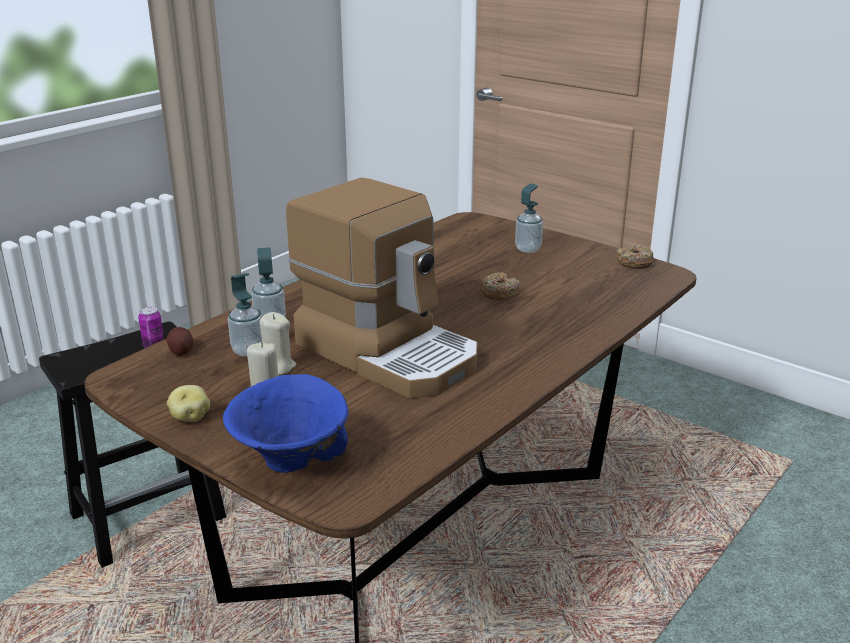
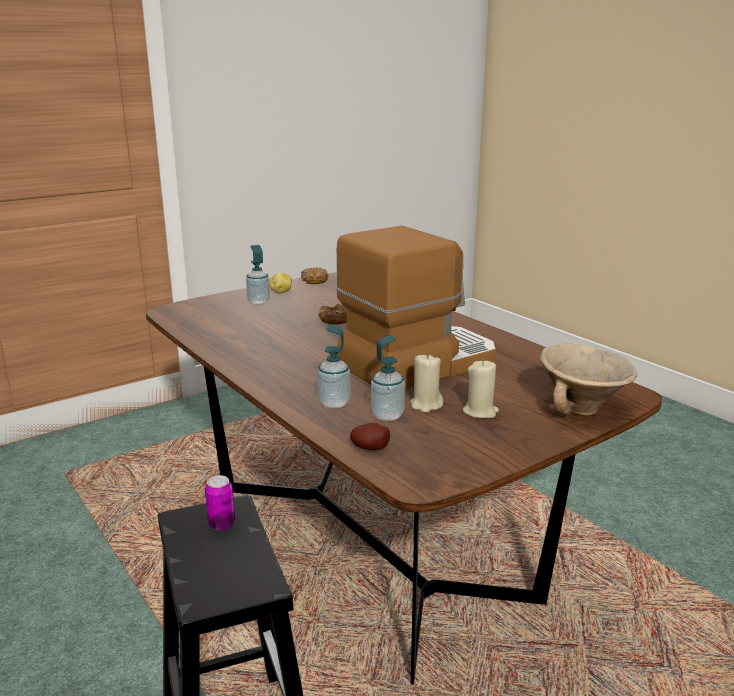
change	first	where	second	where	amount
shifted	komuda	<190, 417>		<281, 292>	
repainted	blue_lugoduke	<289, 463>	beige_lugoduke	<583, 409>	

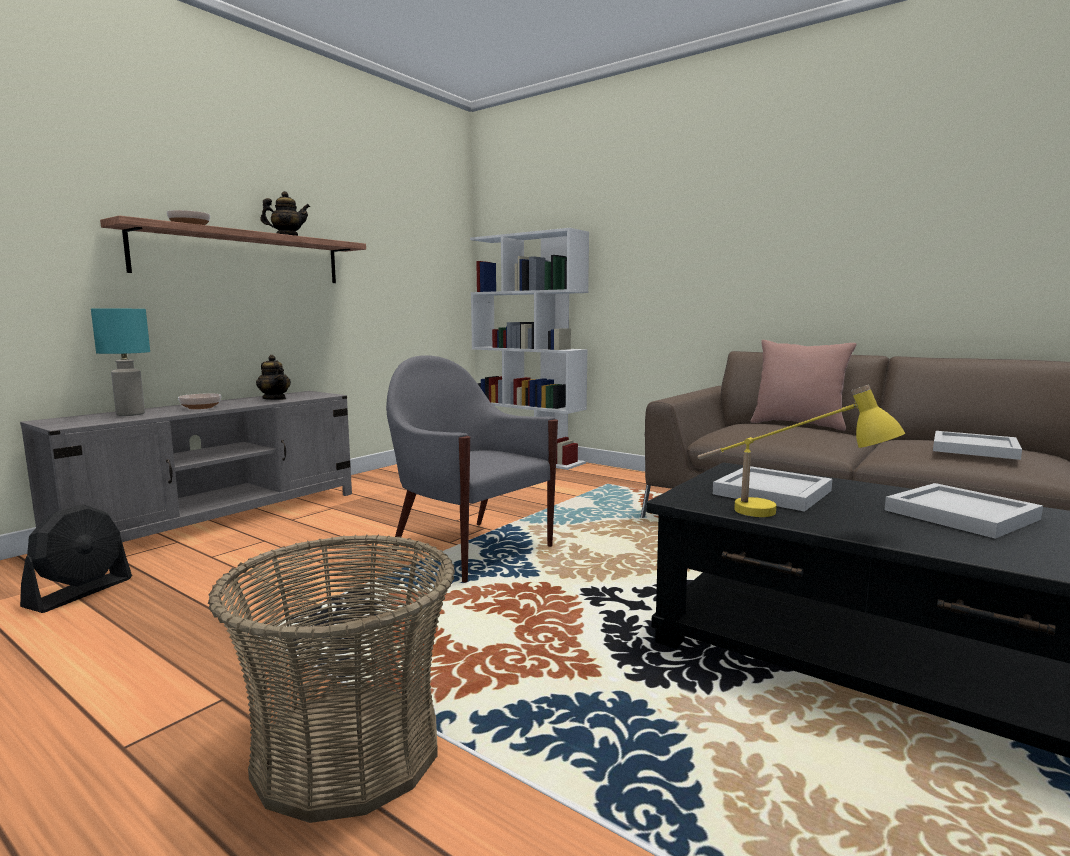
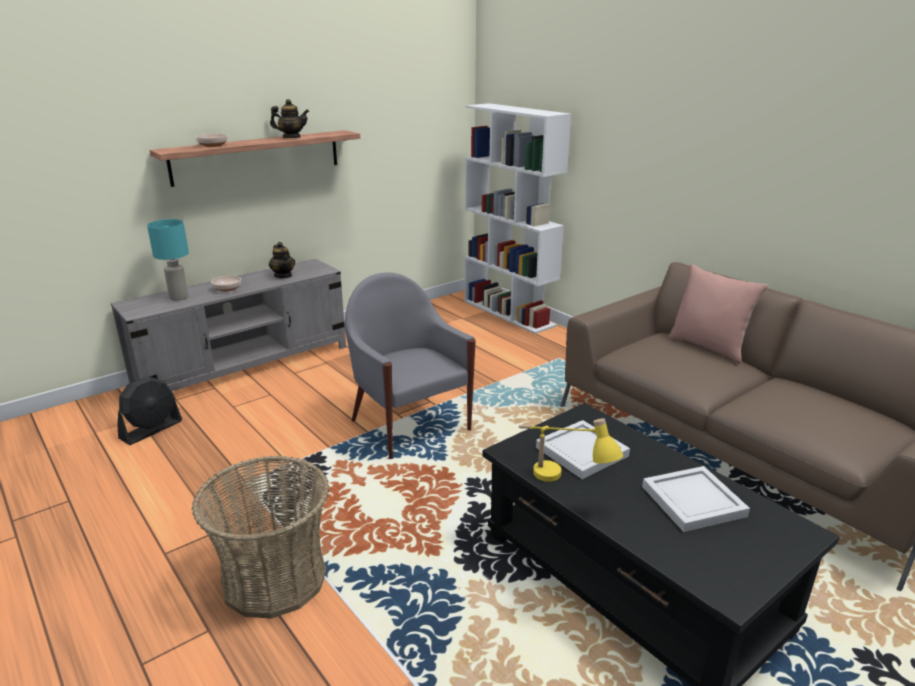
change	first	where	second	where	amount
gone	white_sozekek	<975, 449>			

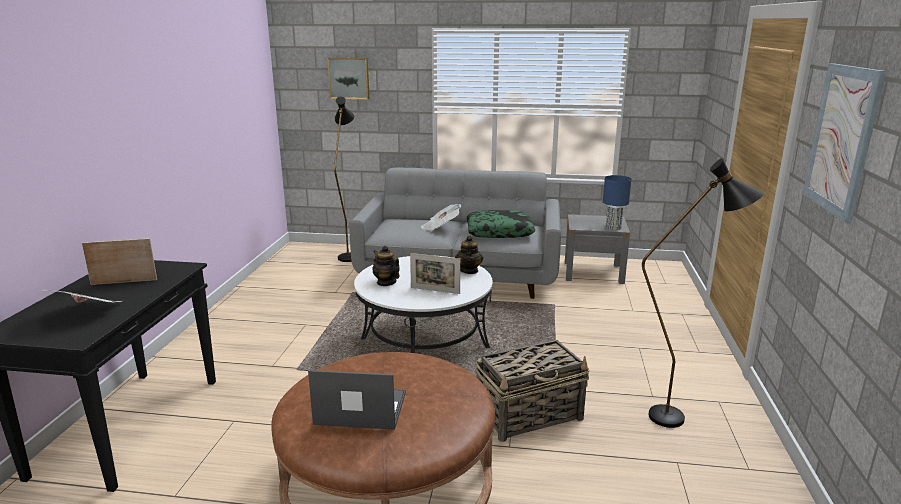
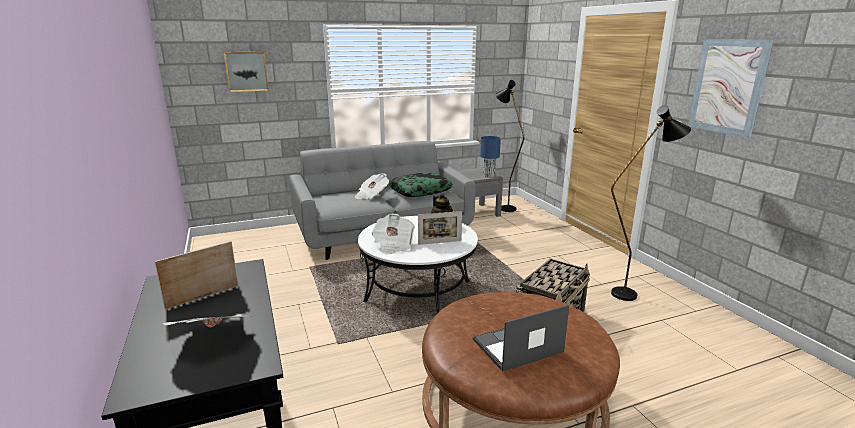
change	first	where	second	where	amount
swapped	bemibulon	<386, 282>	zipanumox	<393, 245>	
shifted	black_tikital	<349, 255>		<504, 207>	

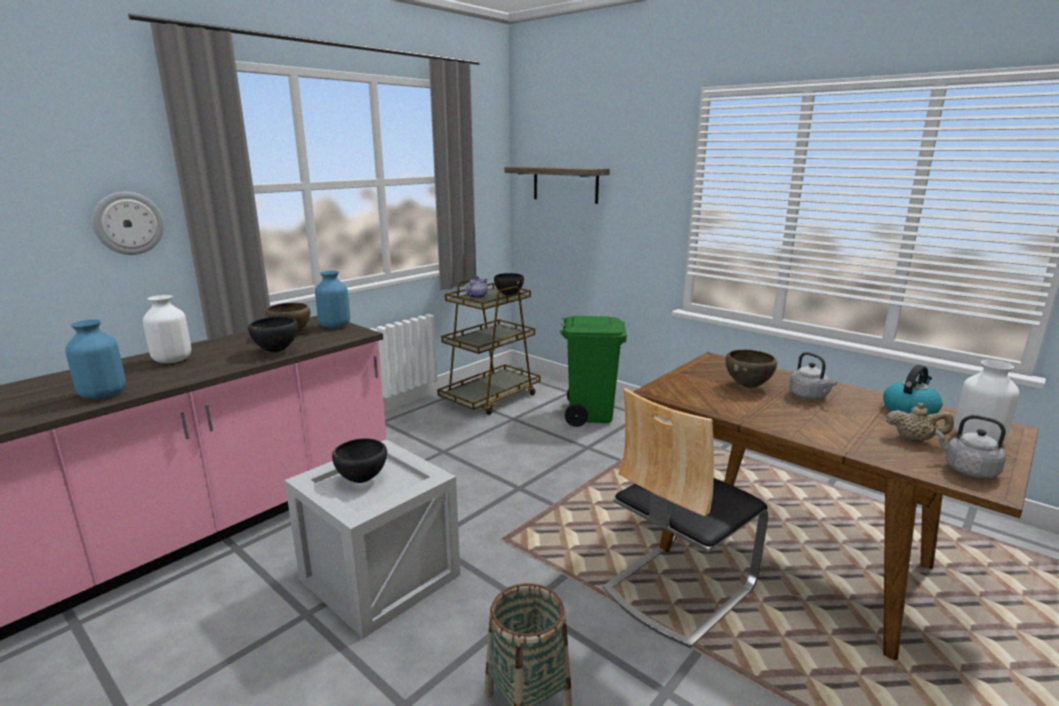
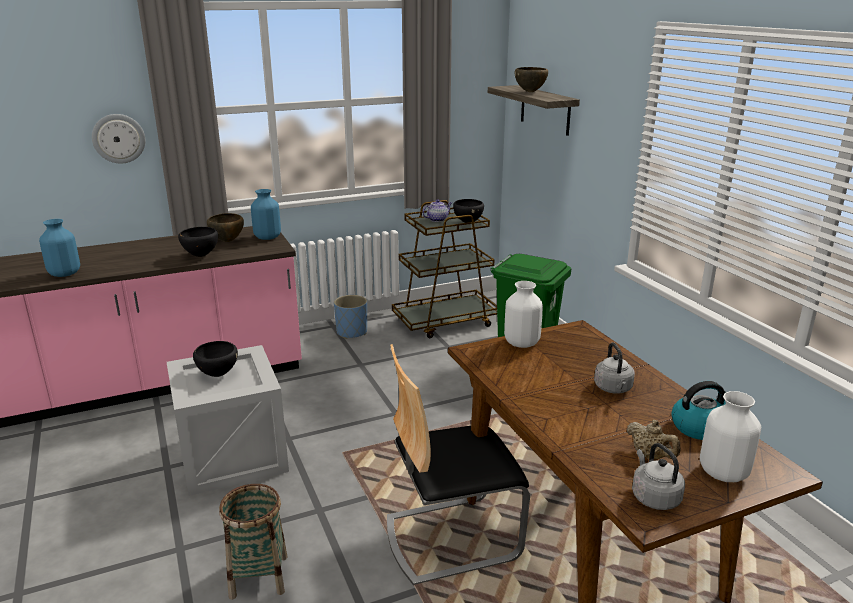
change	first	where	second	where	amount
new			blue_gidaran	<352, 332>	
shifted	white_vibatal	<172, 360>		<521, 343>	
shifted	brown_lugoduke	<748, 386>		<530, 92>	

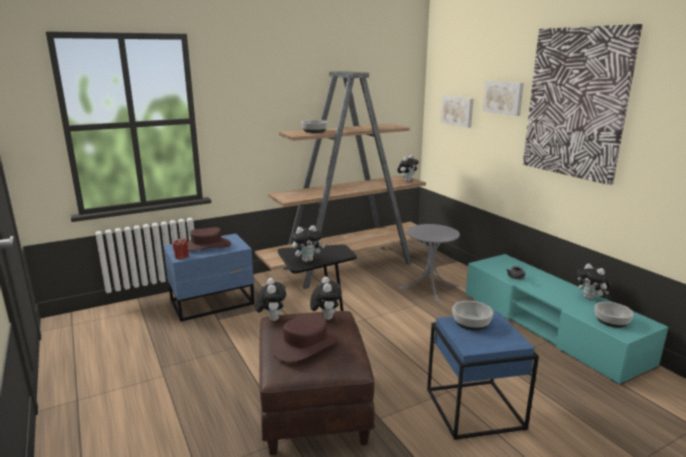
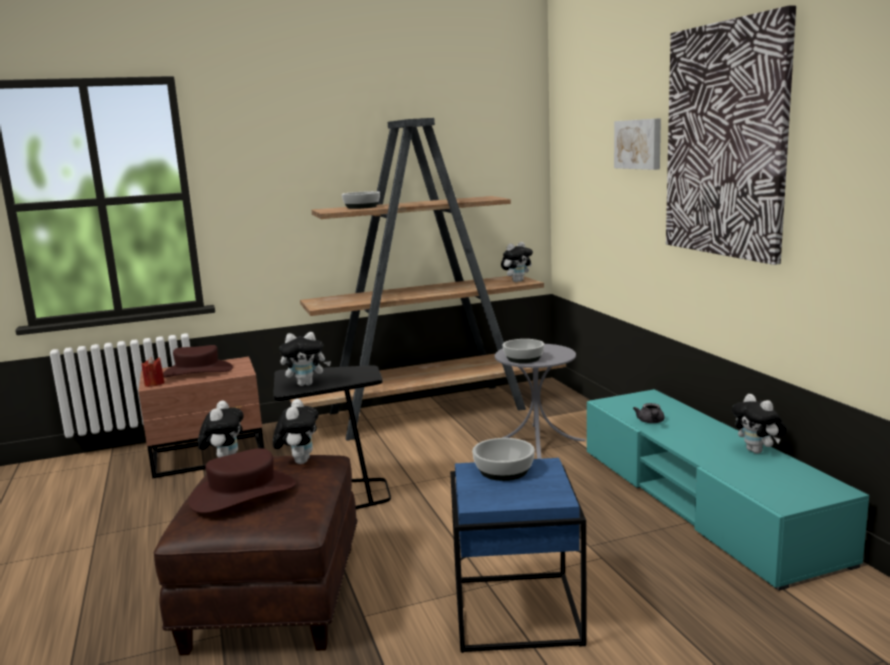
change	first	where	second	where	amount
repainted	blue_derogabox	<213, 303>	brown_derogabox	<210, 456>	
shifted	lugoduke	<611, 320>		<523, 358>	
gone	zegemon	<458, 111>			

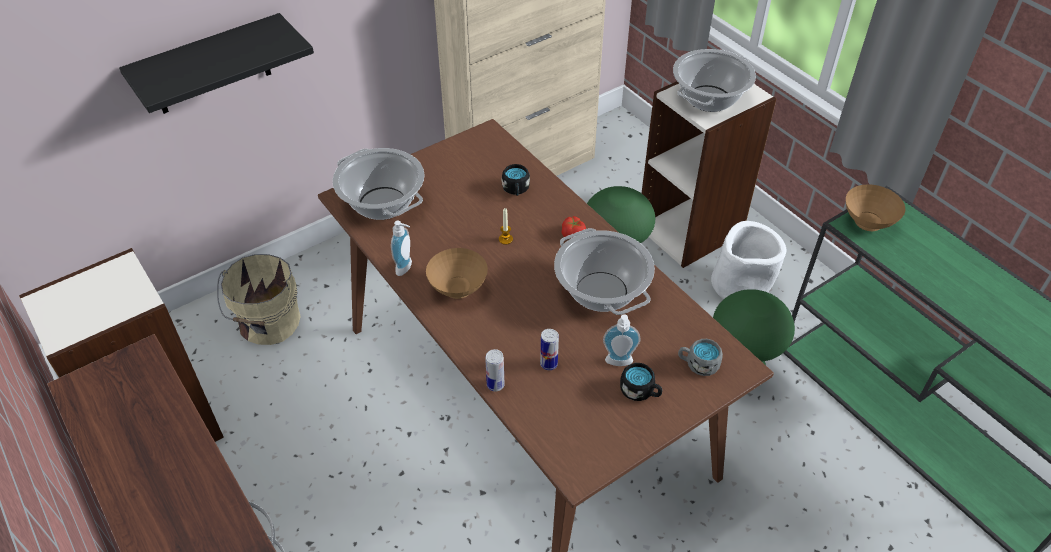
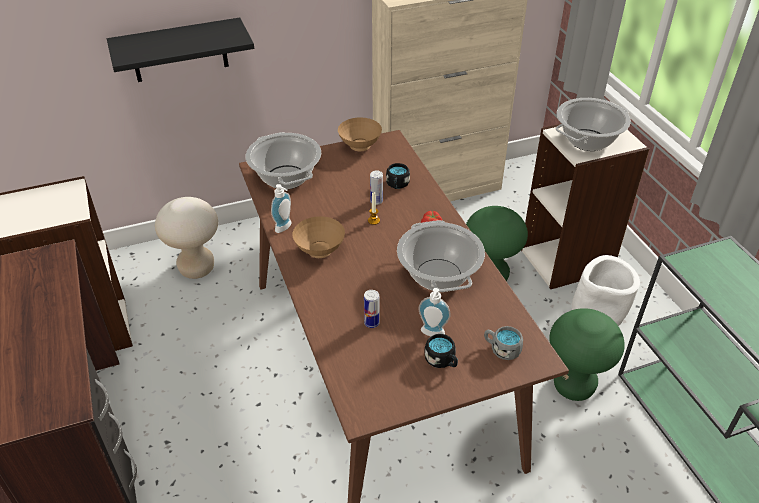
change	first	where	second	where	amount
swapped	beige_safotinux	<268, 323>	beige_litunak	<197, 268>	
shifted	brown_lugoduke	<867, 223>		<360, 146>	
shifted	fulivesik	<495, 385>		<376, 201>	

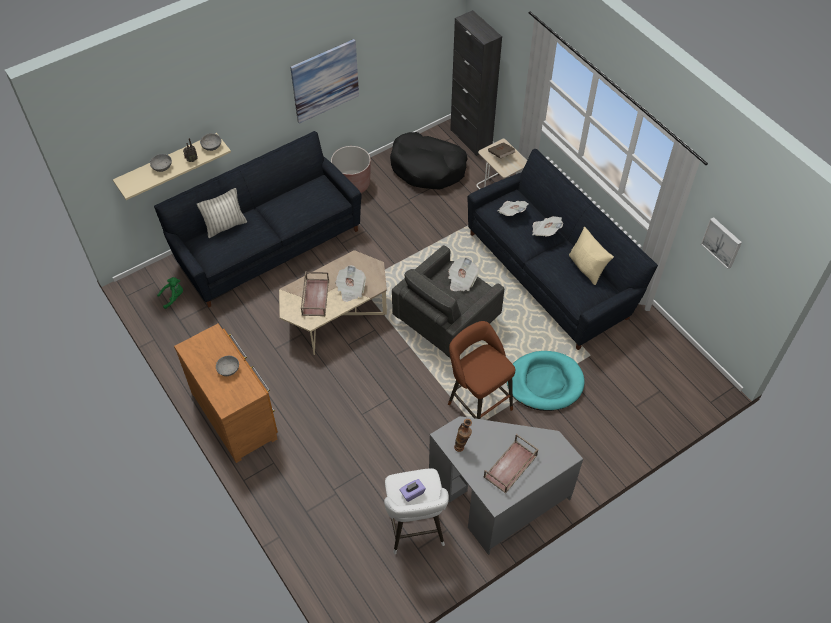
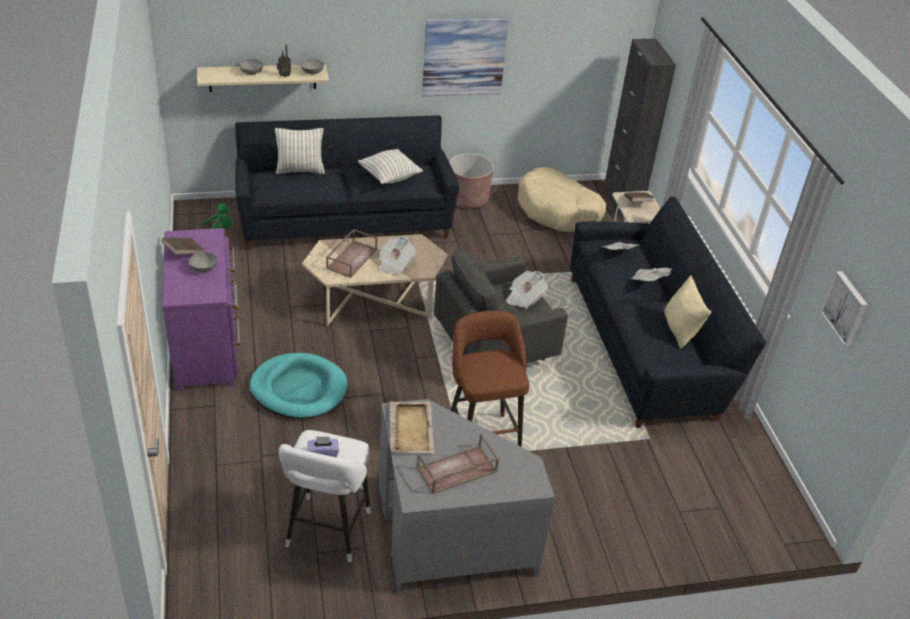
change	first	where	second	where	amount
repainted	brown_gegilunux	<236, 413>	purple_gegilunux	<207, 347>	
new			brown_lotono	<183, 253>	
shifted	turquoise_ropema	<544, 382>		<299, 389>	
new			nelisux	<389, 177>	
swapped	vibatal	<462, 446>	beige_sozekek	<411, 428>	
repainted	black_ropema	<428, 168>	beige_ropema	<558, 211>	

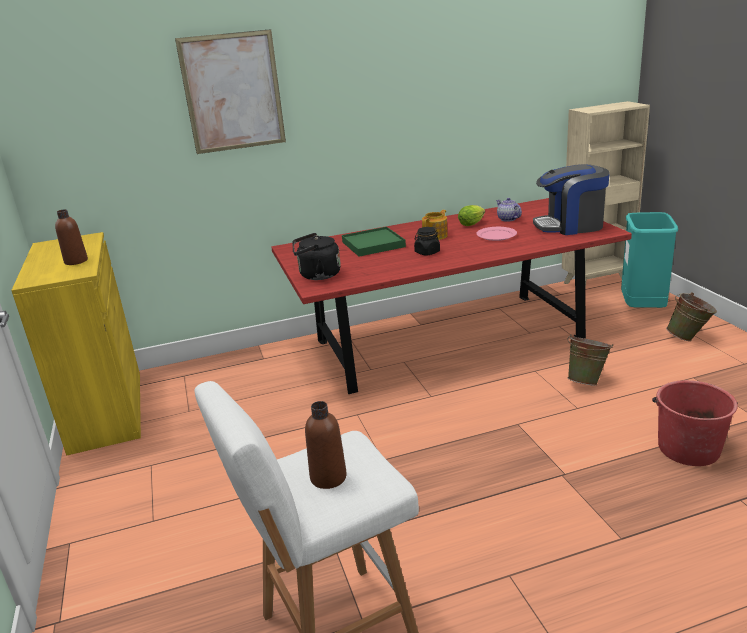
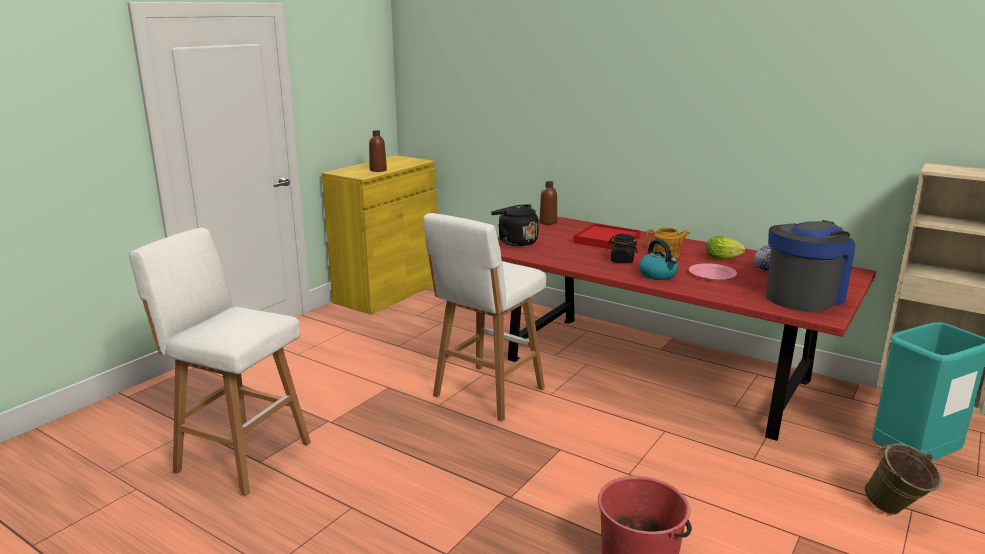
change	first	where	second	where	amount
new			white_litunak	<486, 394>	
shifted	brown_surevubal	<328, 477>		<548, 222>	
repainted	green_sozekek	<373, 244>	red_sozekek	<607, 240>	
new			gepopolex	<658, 275>	
rotated	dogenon	<570, 226>		<804, 297>	90 degrees clockwise
gone	zegemon	<233, 92>			
gone	green_safotinux	<586, 381>			

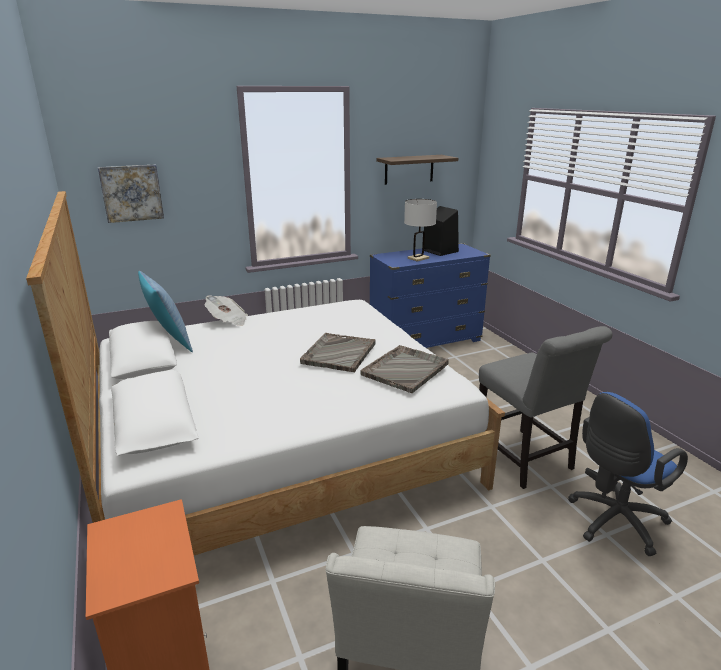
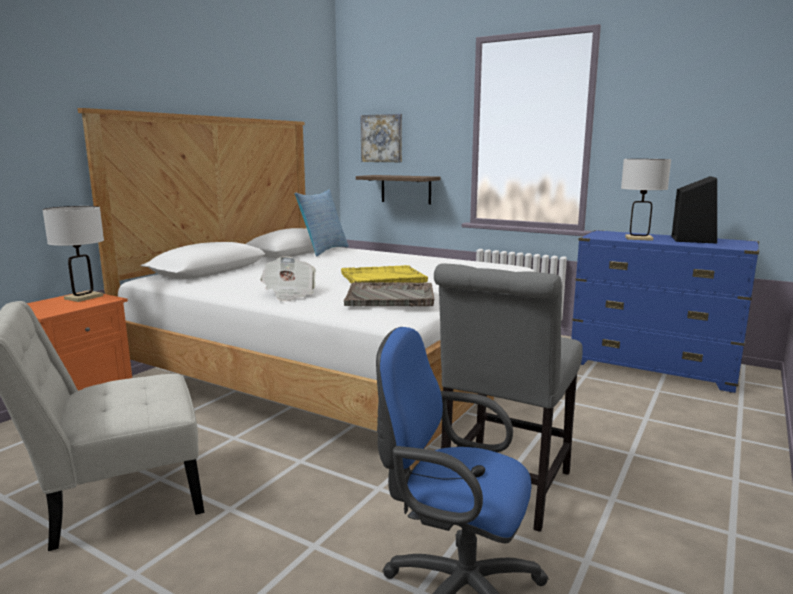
change	first	where	second	where	amount
new			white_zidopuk	<84, 297>	
shifted	zipanumox	<228, 321>		<289, 294>	
repainted	grey_sozekek	<338, 354>	yellow_sozekek	<382, 278>	
shifted	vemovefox	<409, 169>		<406, 189>	

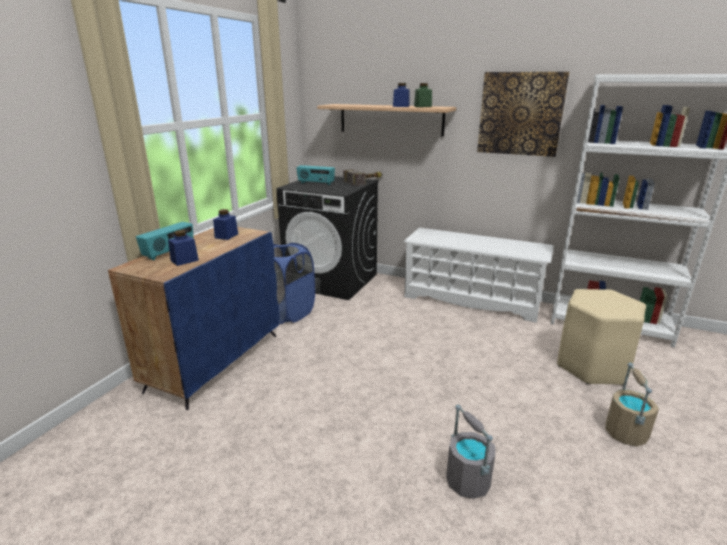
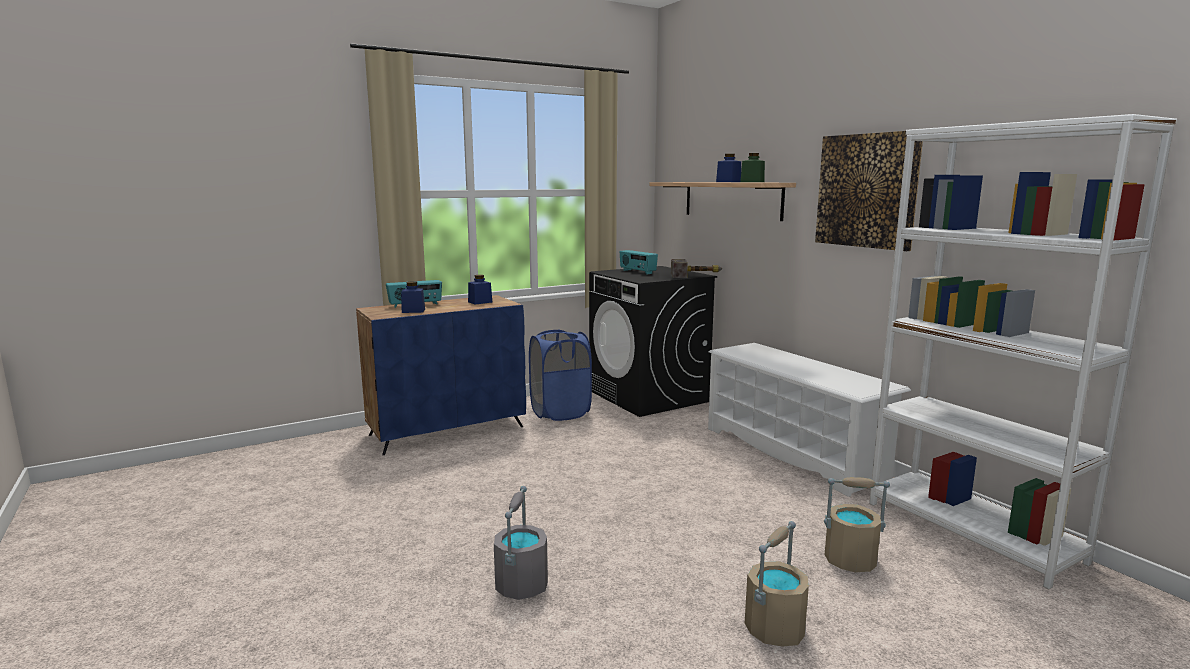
change	first	where	second	where	amount
swapped	beige_litunak	<592, 367>	beige_safotinux	<849, 560>	

